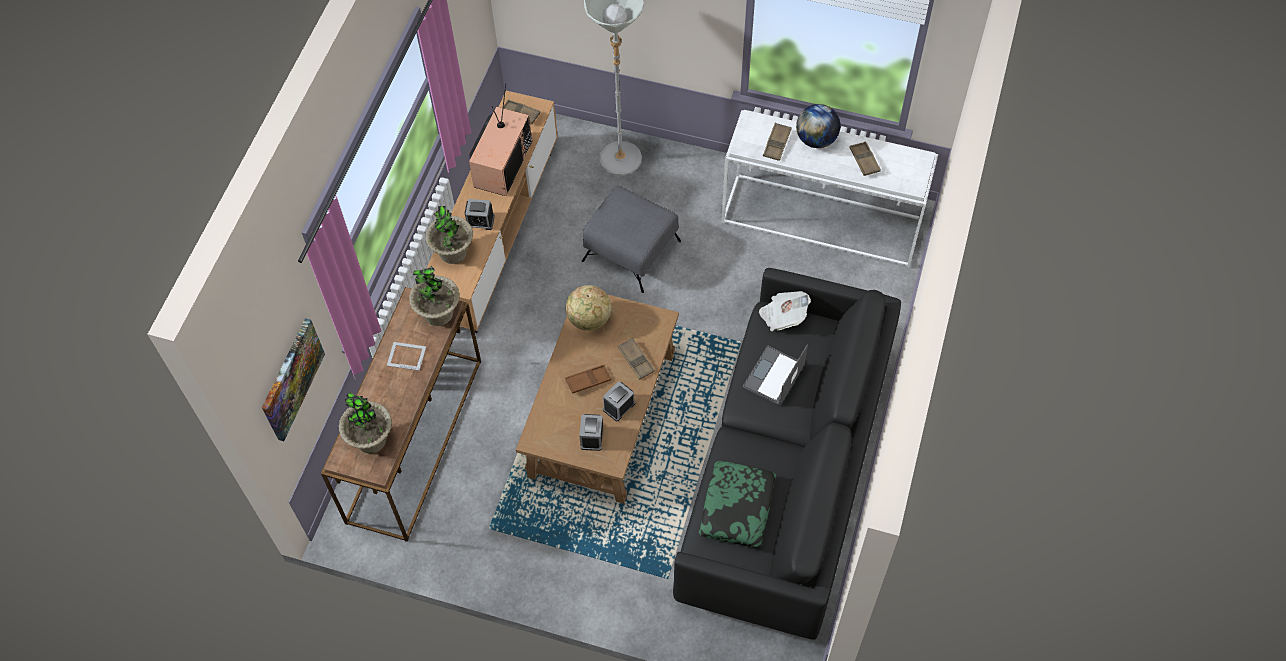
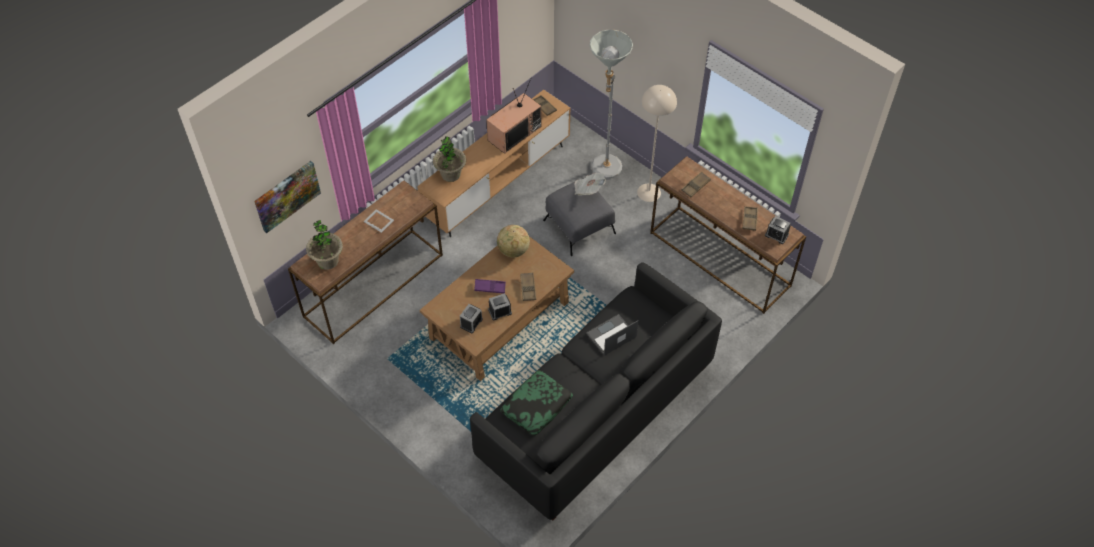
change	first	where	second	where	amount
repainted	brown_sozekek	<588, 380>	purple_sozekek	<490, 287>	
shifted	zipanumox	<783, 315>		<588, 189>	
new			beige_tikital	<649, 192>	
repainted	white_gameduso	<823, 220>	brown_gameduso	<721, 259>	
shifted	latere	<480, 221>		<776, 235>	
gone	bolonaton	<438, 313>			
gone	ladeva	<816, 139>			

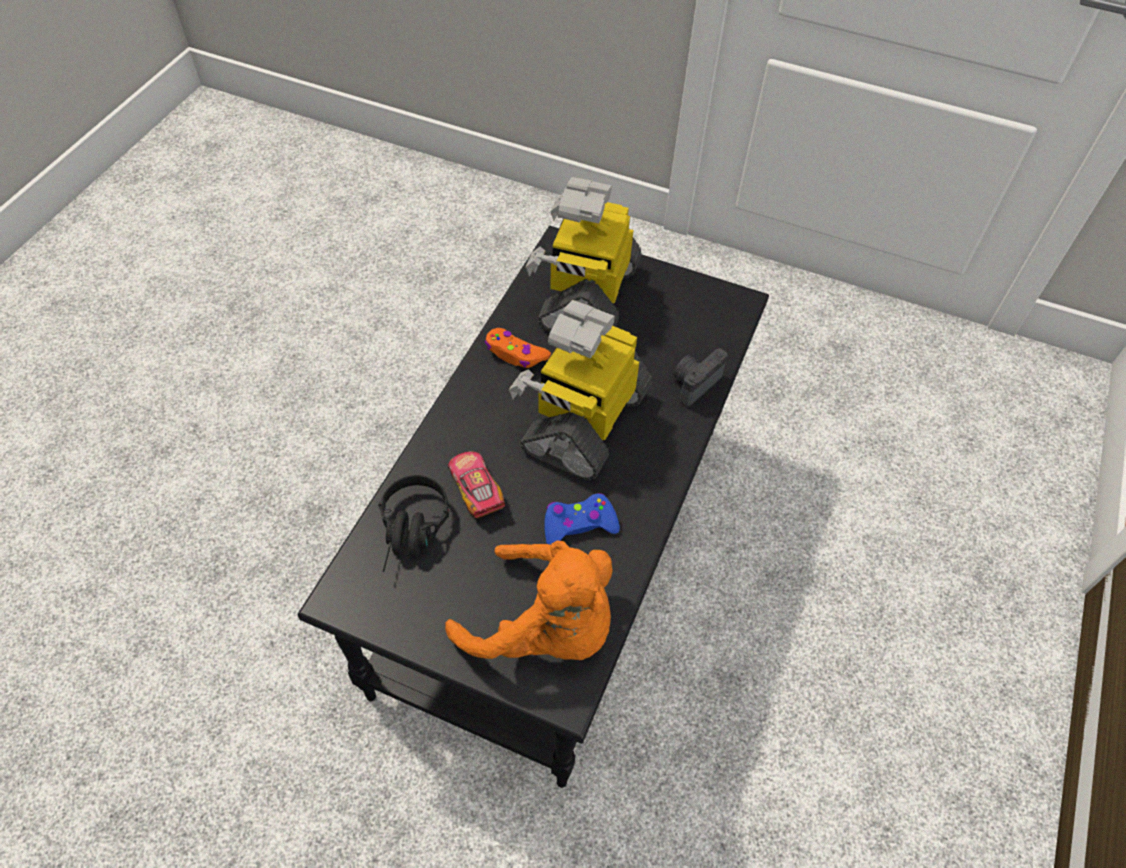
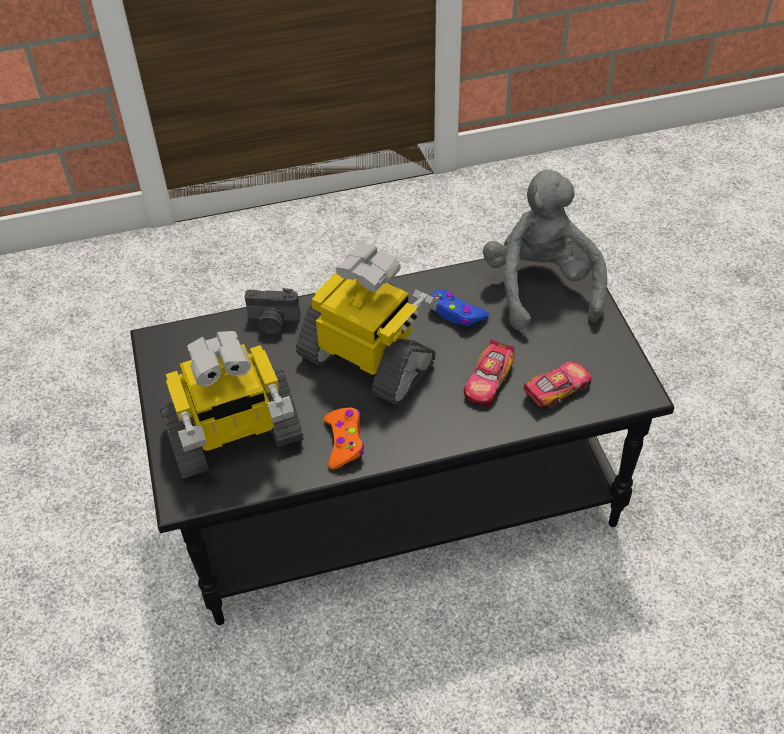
change	first	where	second	where	amount
rotated	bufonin	<584, 420>		<369, 361>	135 degrees counterclockwise
repainted	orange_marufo	<545, 628>	grey_marufo	<540, 287>	
swapped	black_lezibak	<412, 533>	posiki	<557, 389>	

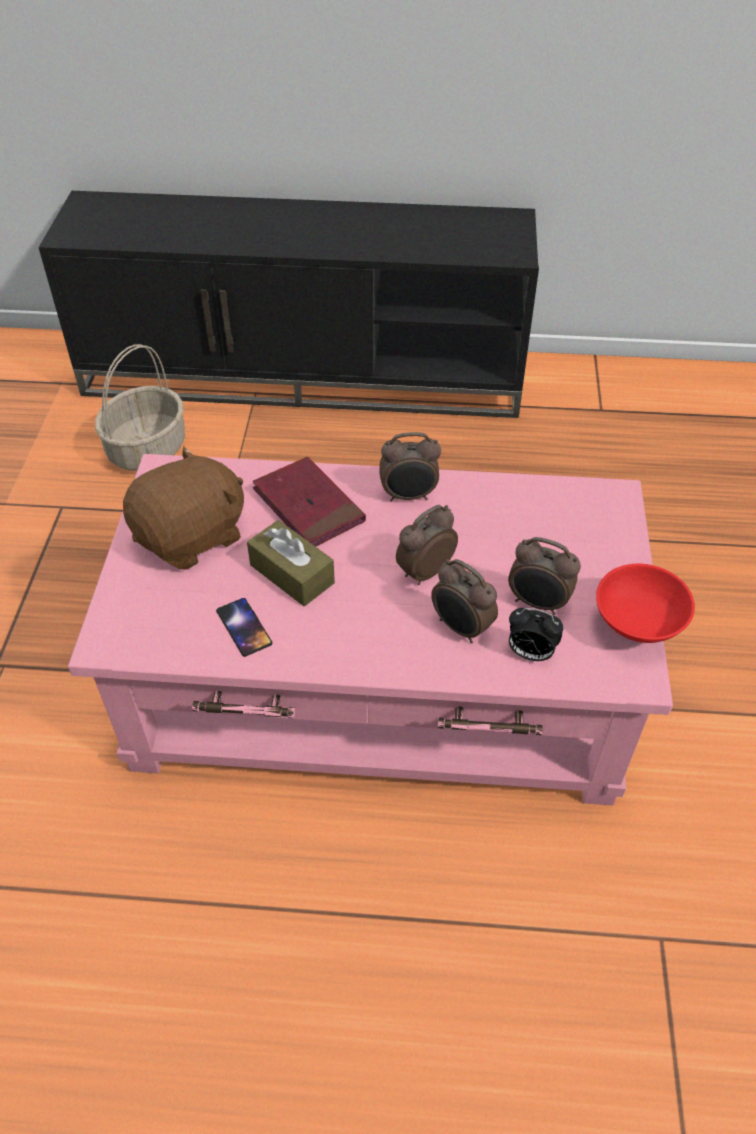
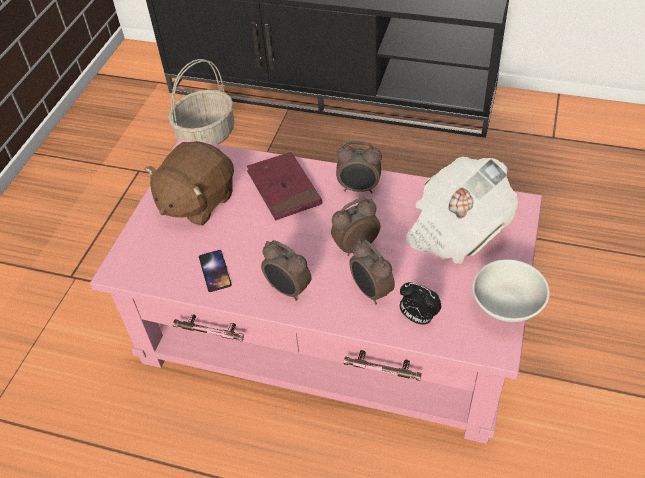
change	first	where	second	where	amount
rotated	brown_marufo	<192, 537>		<196, 202>	150 degrees clockwise
shifted	latere	<538, 603>		<288, 290>	
new			zipanumox	<456, 229>	
repainted	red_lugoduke	<638, 629>	white_lugoduke	<507, 310>	
gone	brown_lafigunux	<292, 574>			

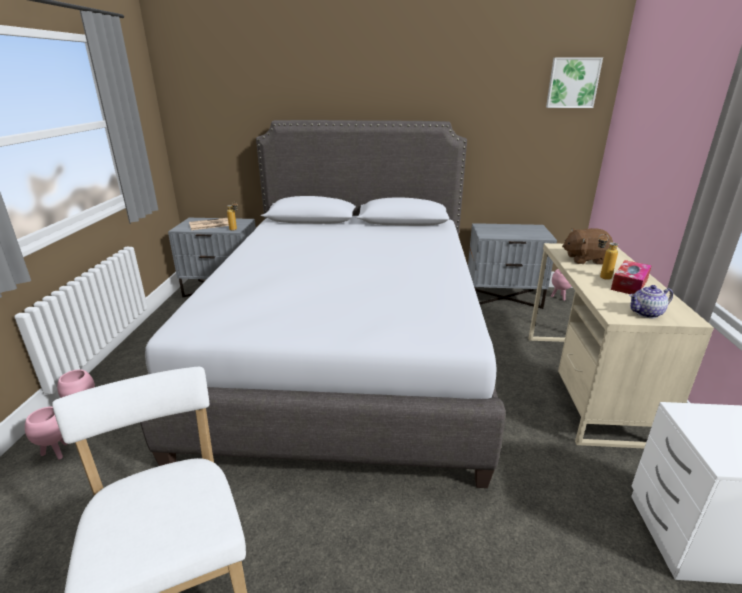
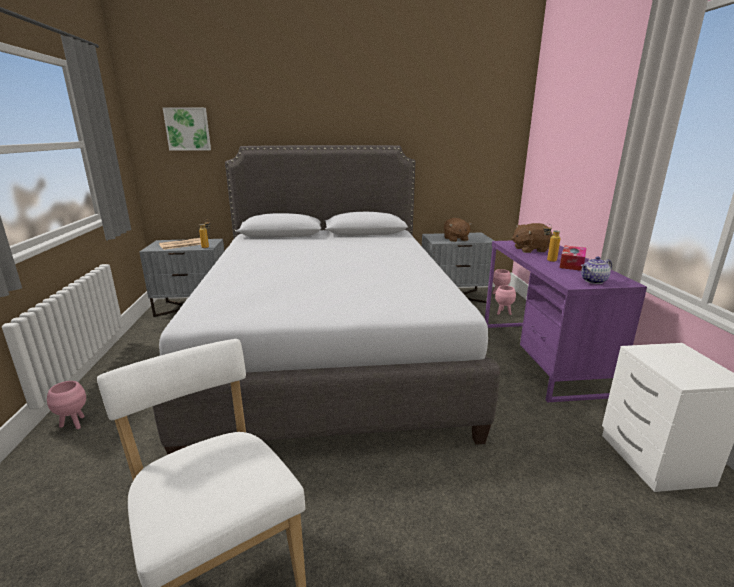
change	first	where	second	where	amount
shifted	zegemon	<572, 83>		<188, 129>	
new			brown_marufo	<455, 239>	
repainted	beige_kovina	<585, 384>	purple_kovina	<540, 356>	
shifted	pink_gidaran	<56, 452>		<503, 313>	

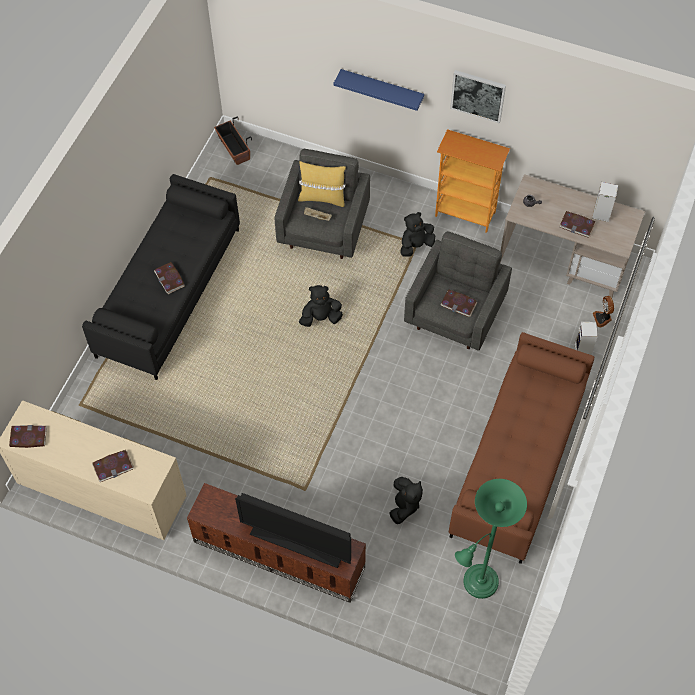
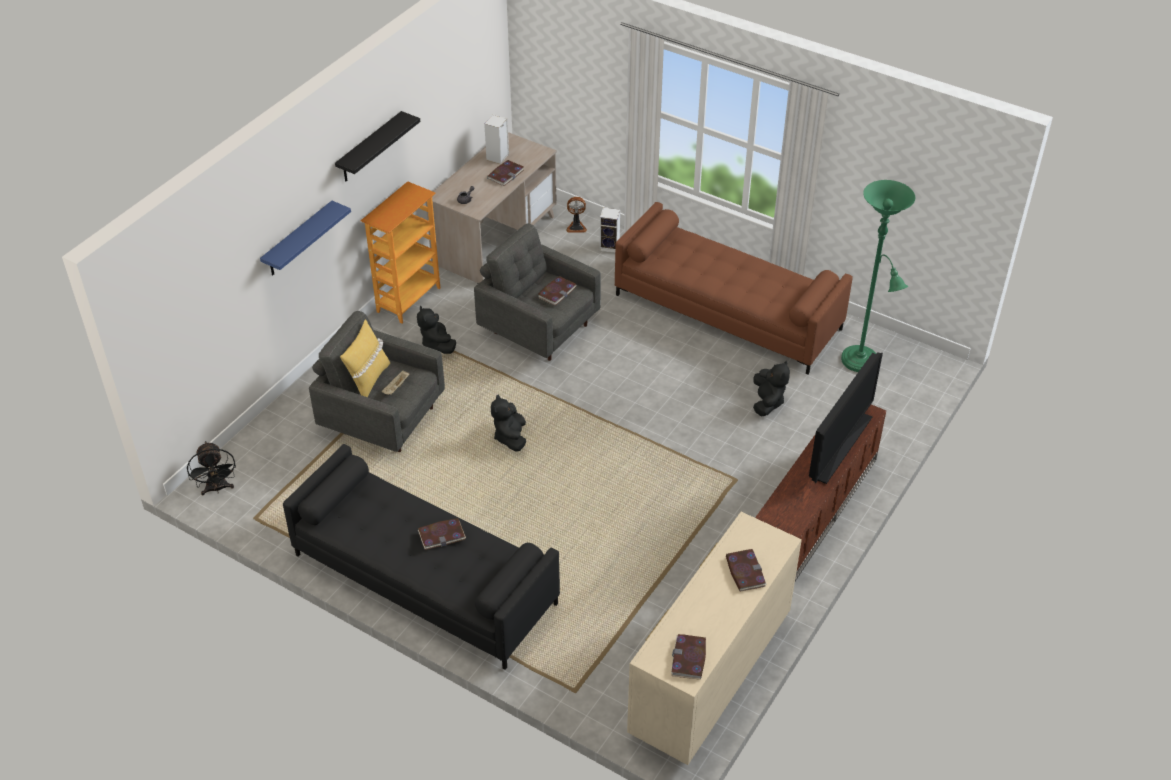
change	first	where	second	where	amount
swapped	gidaran	<234, 149>	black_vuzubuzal	<217, 489>	
swapped	zegemon	<478, 95>	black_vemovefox	<370, 148>	
rotated	black_marufo	<404, 505>		<767, 402>	75 degrees clockwise

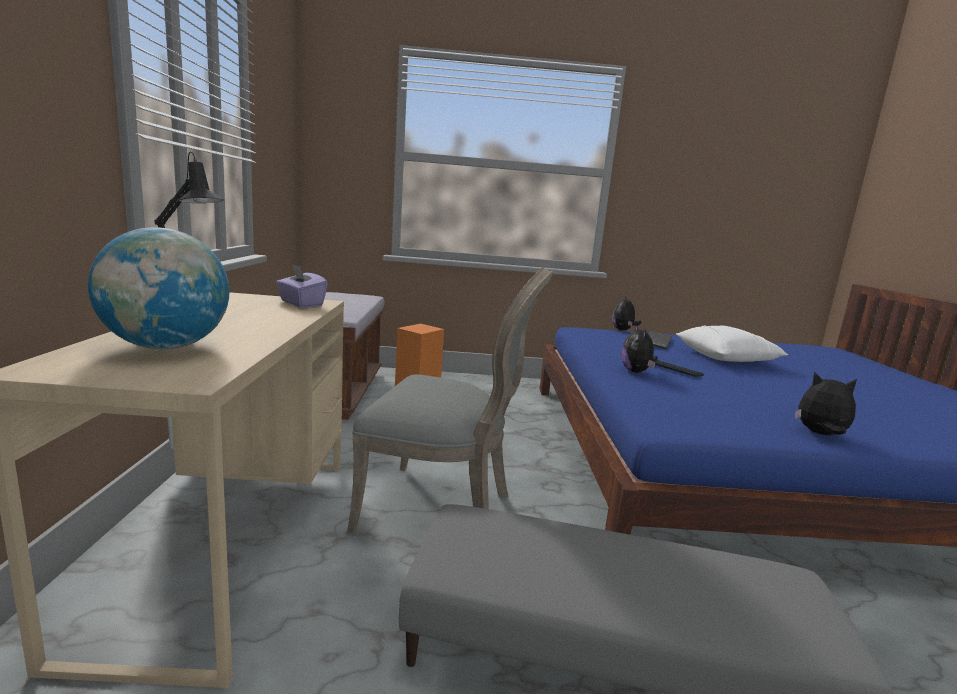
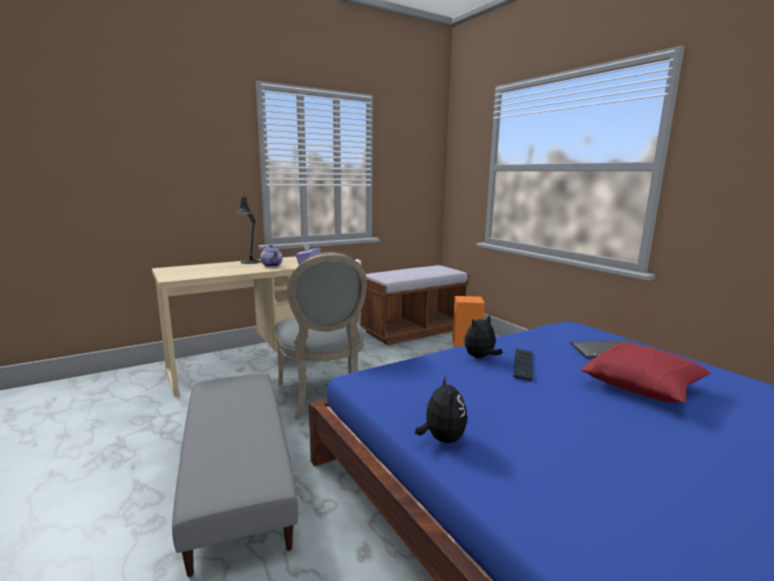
change	first	where	second	where	amount
new			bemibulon	<272, 265>	
repainted	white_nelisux	<726, 358>	red_nelisux	<642, 387>	
gone	ladeva	<166, 347>			
gone	marufo	<623, 330>			

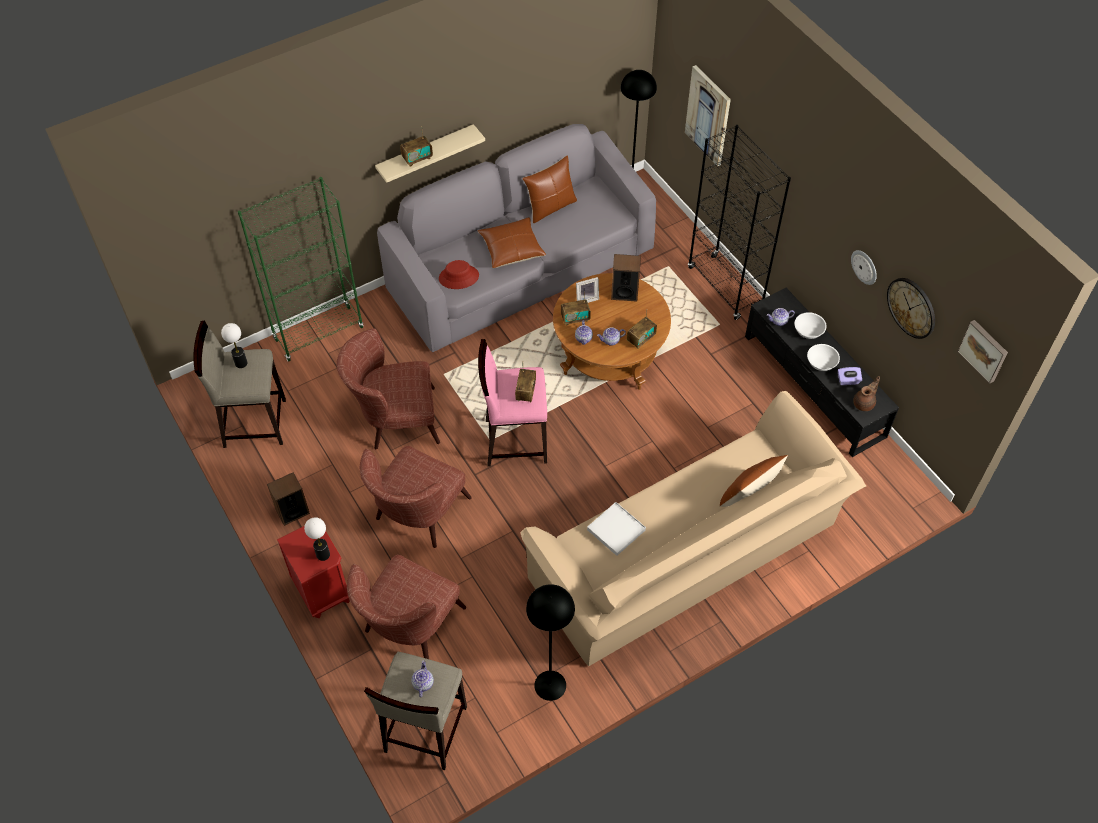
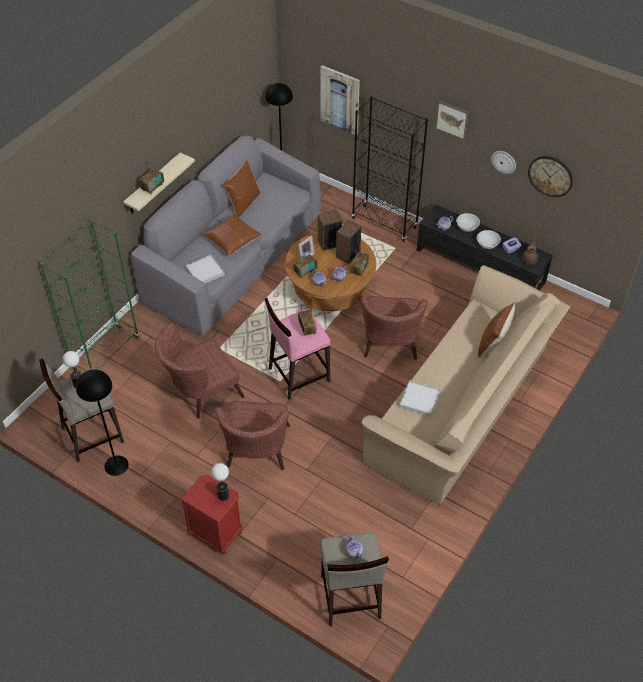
change	first	where	second	where	amount
shifted	black_tikital	<550, 685>		<116, 465>	
swapped	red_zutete	<459, 277>	white_sozekek	<205, 271>	
shifted	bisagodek	<292, 511>		<347, 254>	
shifted	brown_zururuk	<408, 627>		<390, 345>	
shifted	zegemon	<984, 350>		<453, 119>	

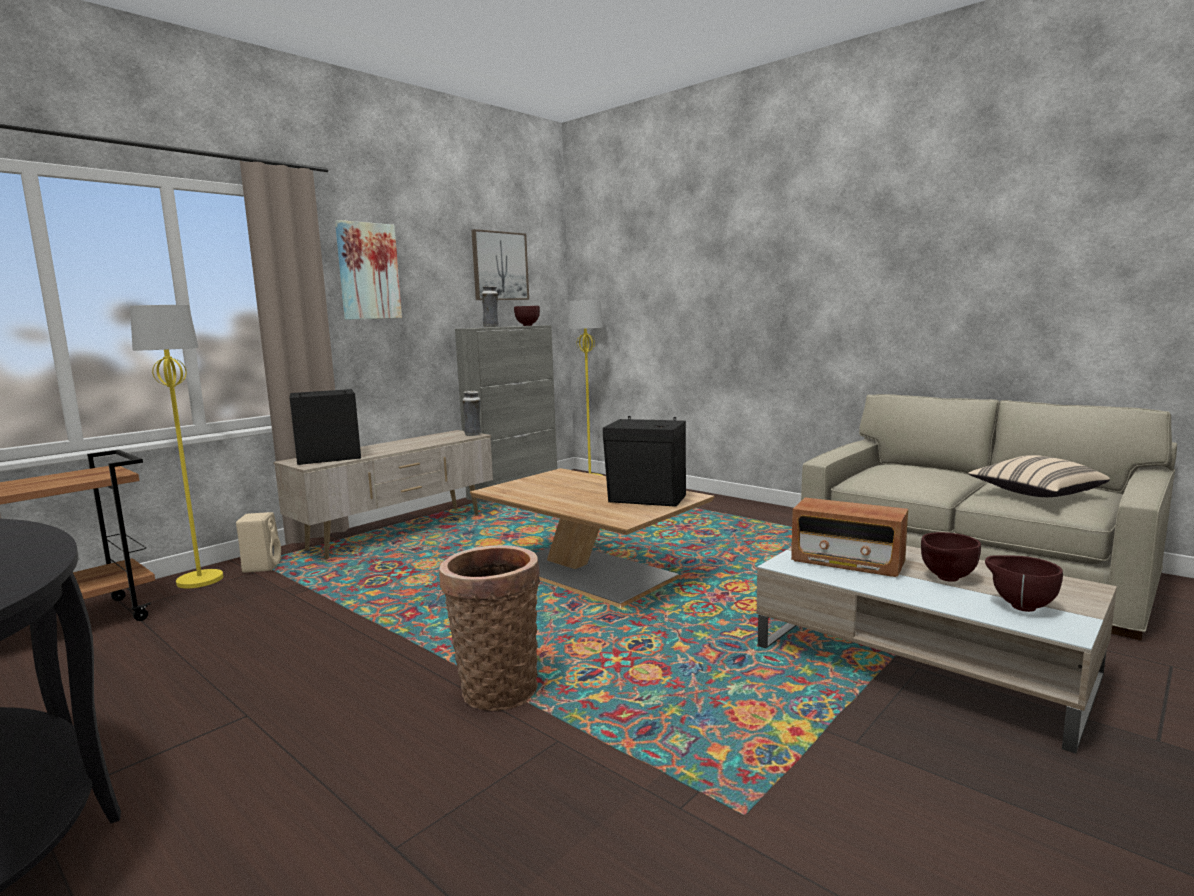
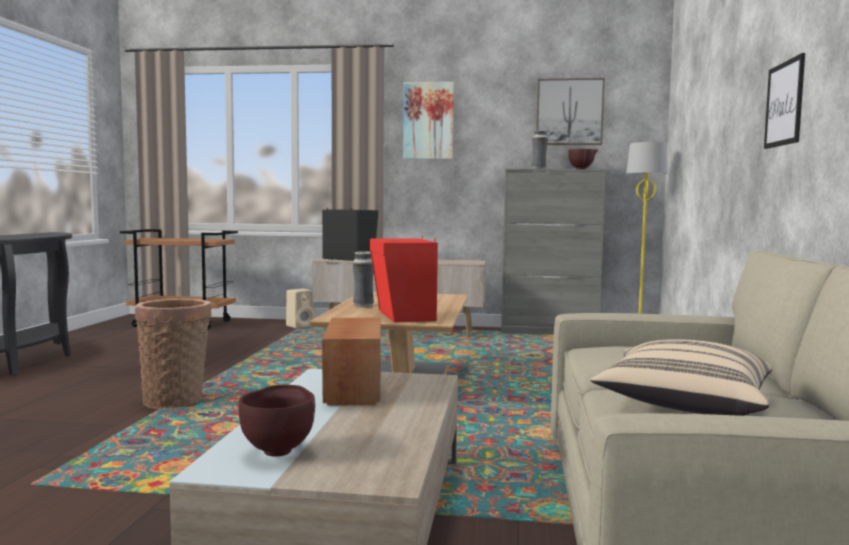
change	first	where	second	where	amount
shifted	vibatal	<473, 435>		<363, 305>	
repainted	black_bisagodek	<647, 500>	red_bisagodek	<403, 316>	
new			zegemon	<784, 104>	
gone	yellow_tikital	<200, 580>			
gone	brown_lugoduke	<946, 579>			

